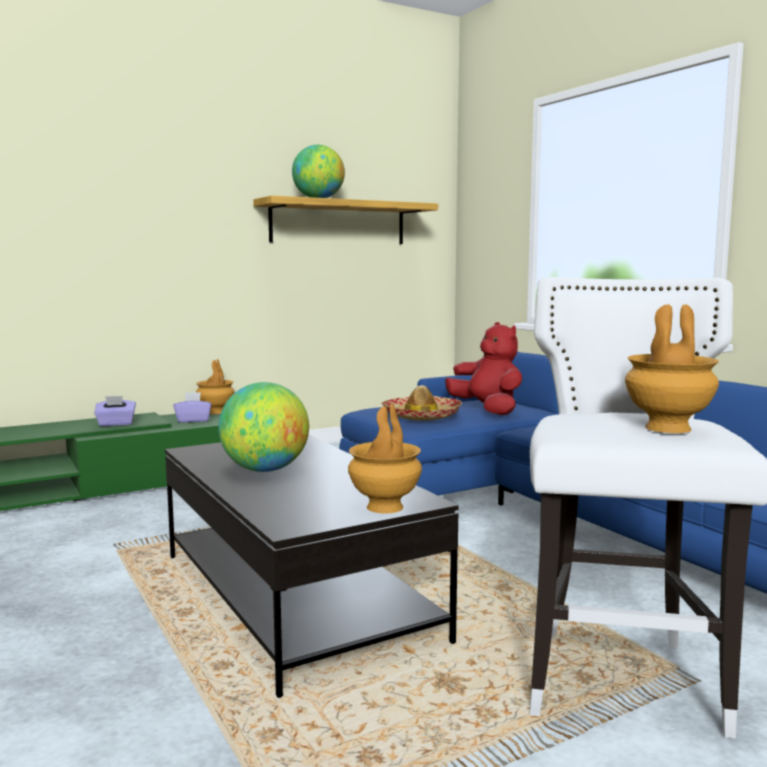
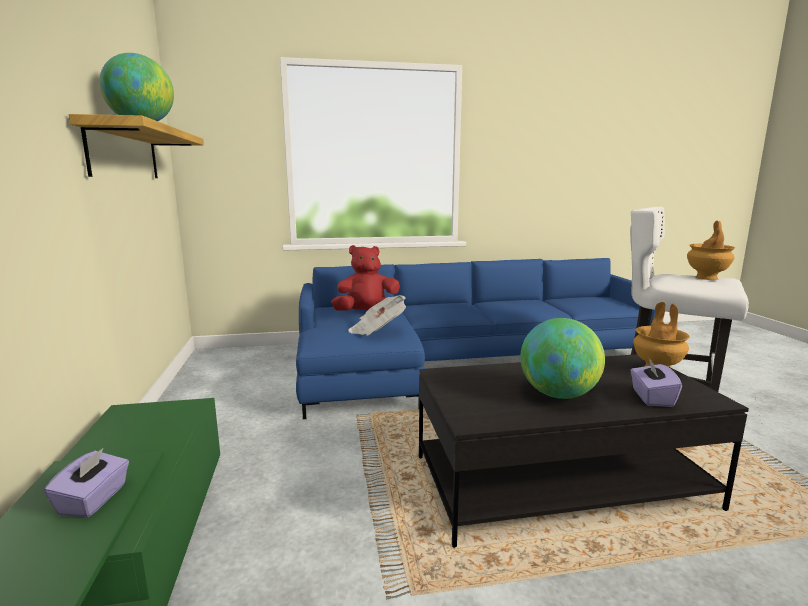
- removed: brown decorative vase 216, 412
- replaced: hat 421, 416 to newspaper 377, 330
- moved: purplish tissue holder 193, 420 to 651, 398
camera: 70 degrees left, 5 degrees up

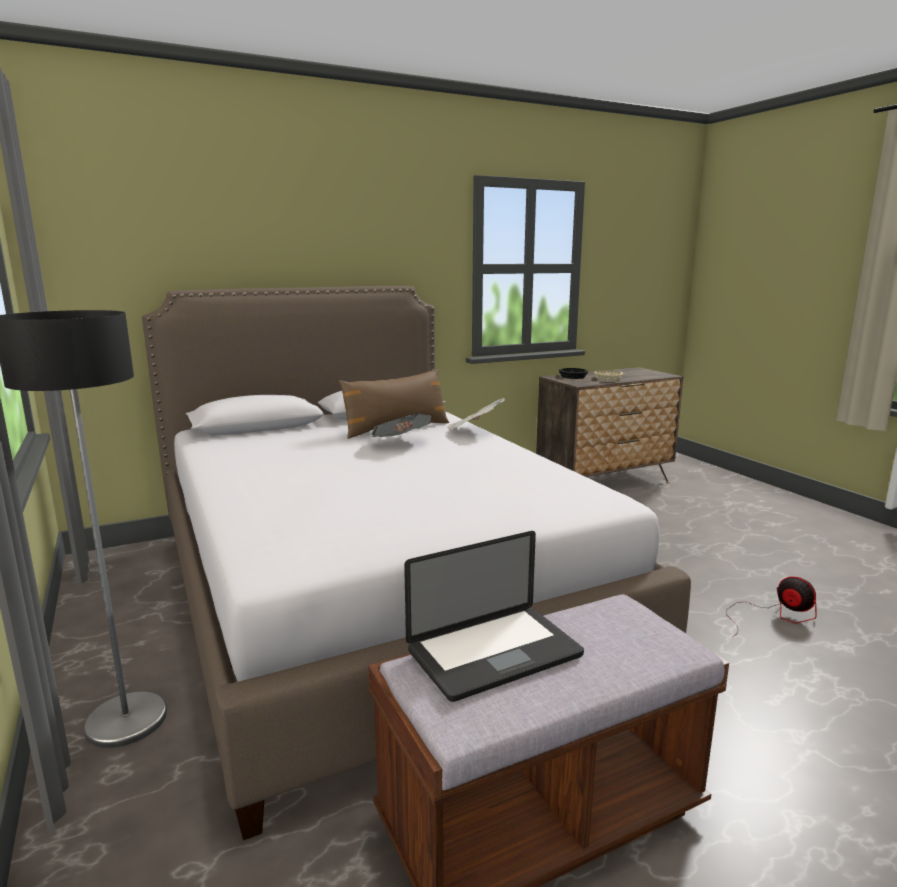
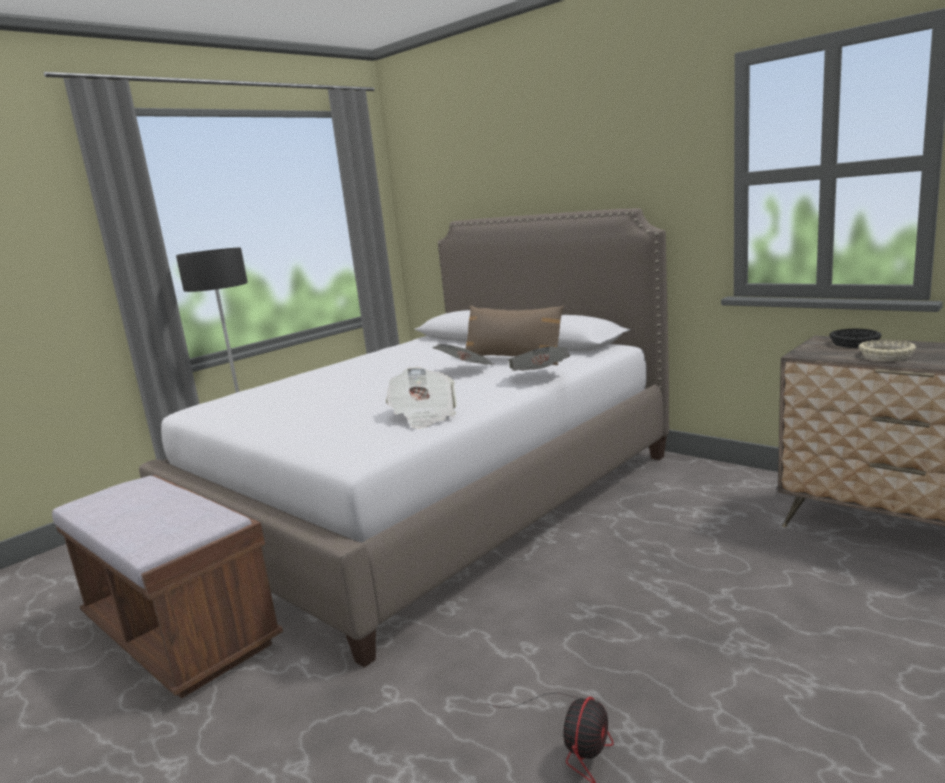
- removed: portable computer 494, 654
- added: newspaper 424, 416
camera: 70 degrees right, 0 degrees up

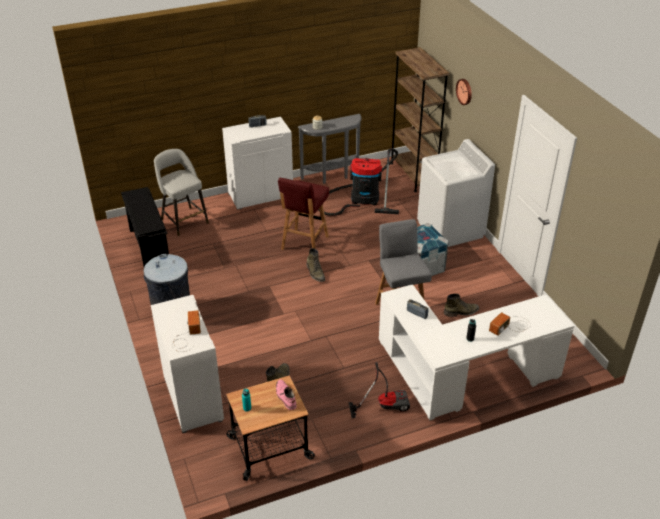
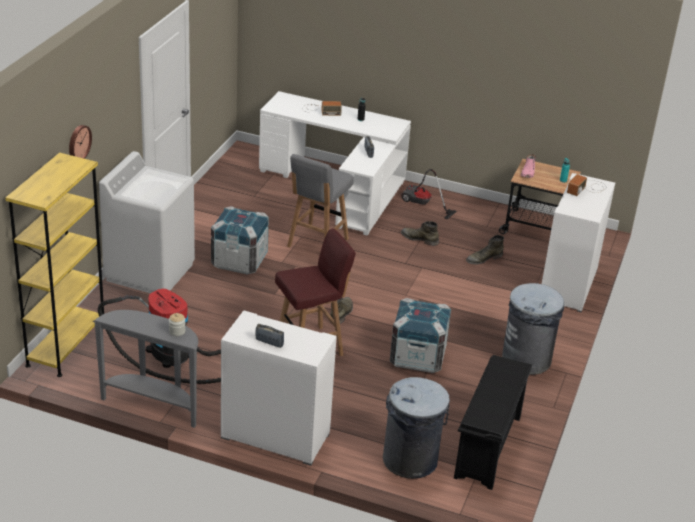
- recoloured: brown bookcase 413, 174 to yellow bookcase 66, 346
- replaced: greyish stool seat 184, 220 to greyish trash can 410, 460
- moved: green high-top boot 461, 312 to 419, 239
- added: packing crate 417, 357
camera: 140 degrees left, 5 degrees down

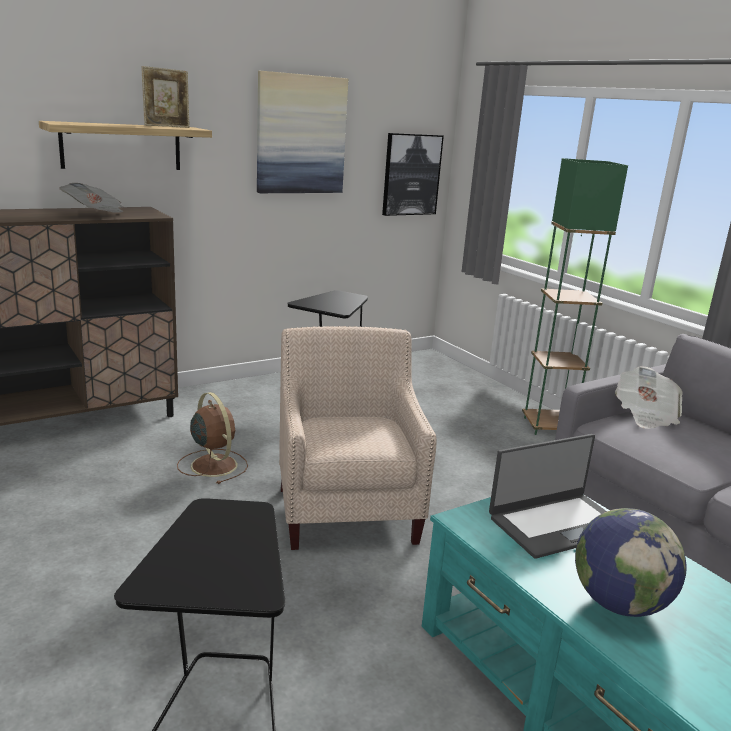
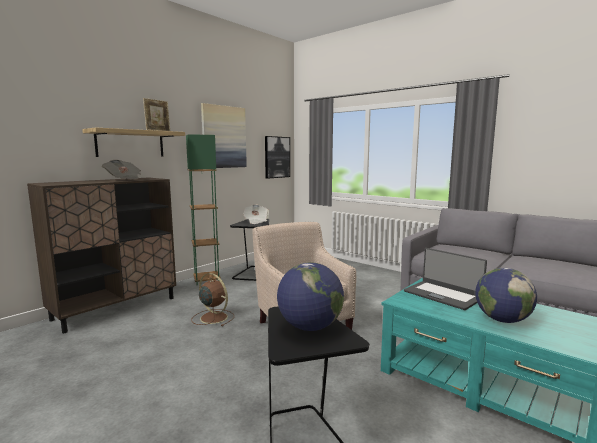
- moved: green standard lamp 548, 426 to 206, 280
- moved: newspaper 645, 415 to 256, 221
- turned: portable computer 557, 524 = 443, 295 90 degrees clockwise
- added: globe 310, 327
camera: 15 degrees left, 10 degrees down

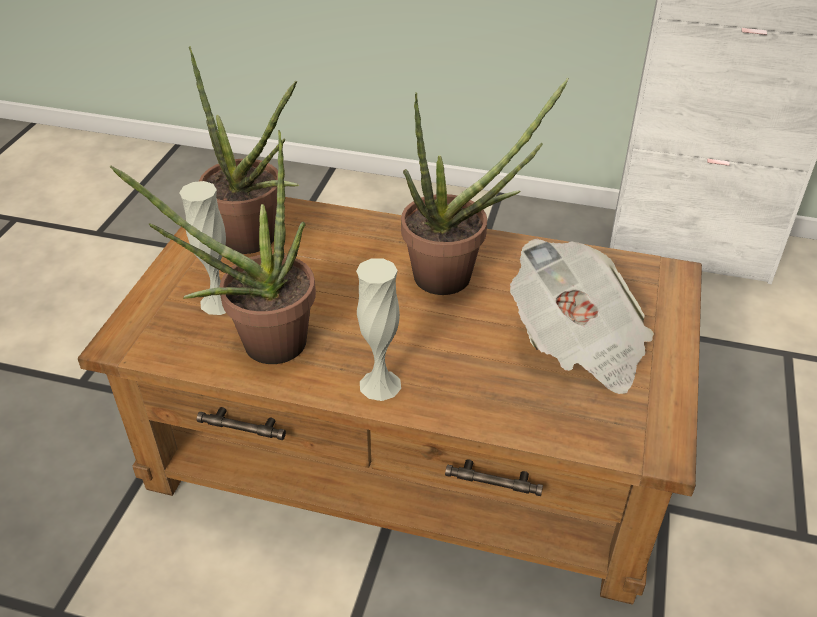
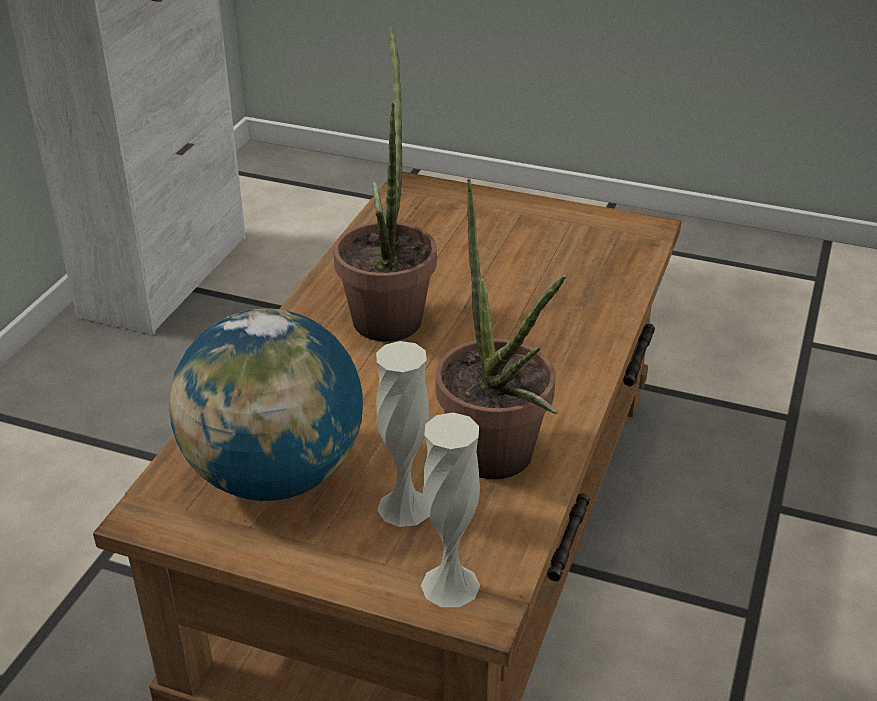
- replaced: houseplant 256, 243 to globe 275, 475
- removed: newspaper 578, 343
- moved: white decorative vase 380, 385 to 450, 585
camera: 85 degrees left, 5 degrees down

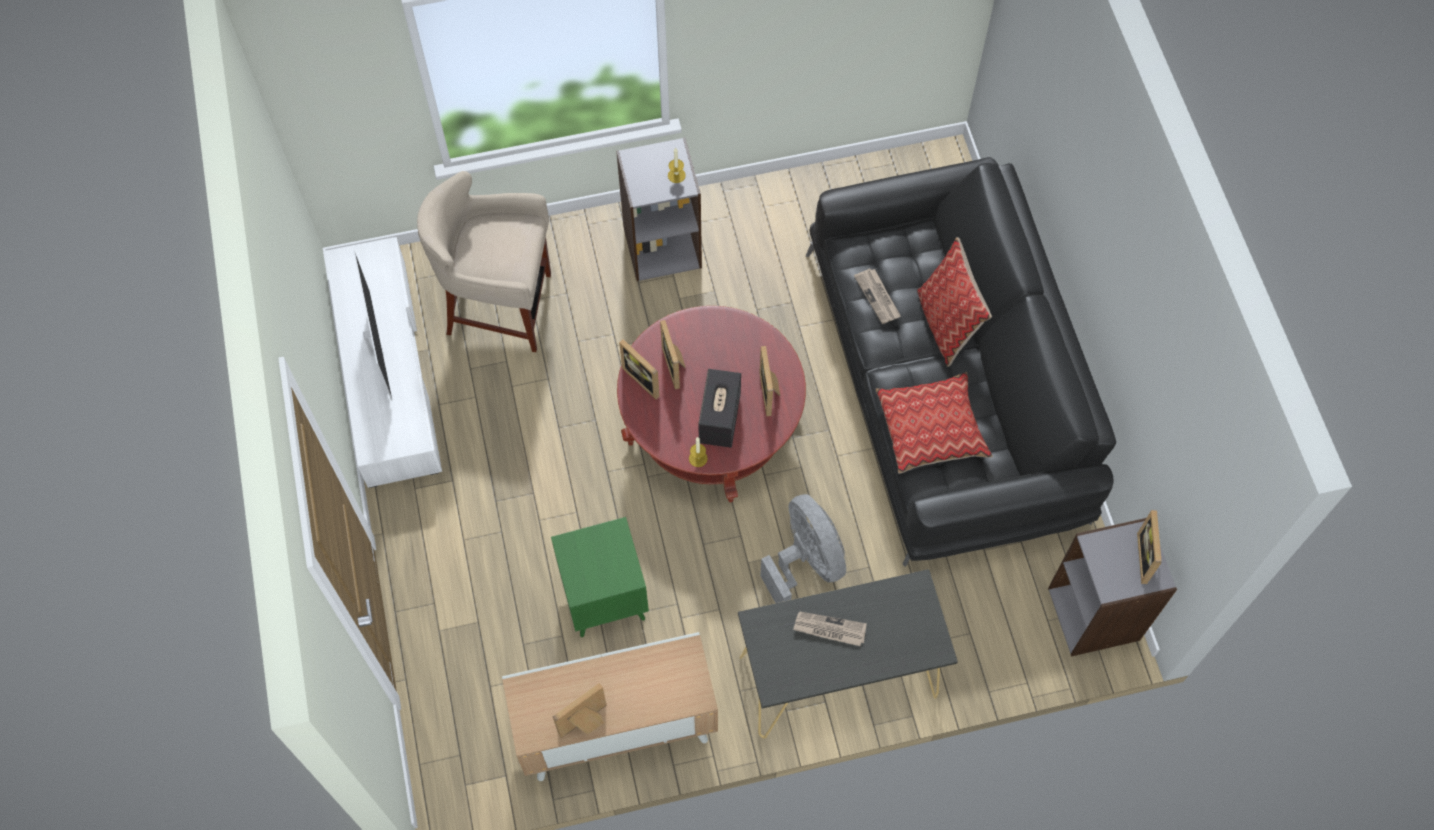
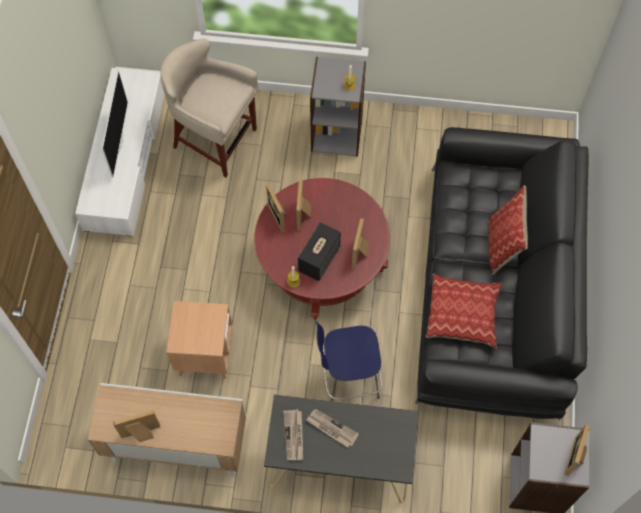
- moved: newspaper 878, 297 to 294, 435
- replaced: greyish cooling fan 805, 563 to blue stool seat 348, 378
- recoloured: green side table 604, 597 to brown side table 205, 355
camera: 20 degrees right, 0 degrees up

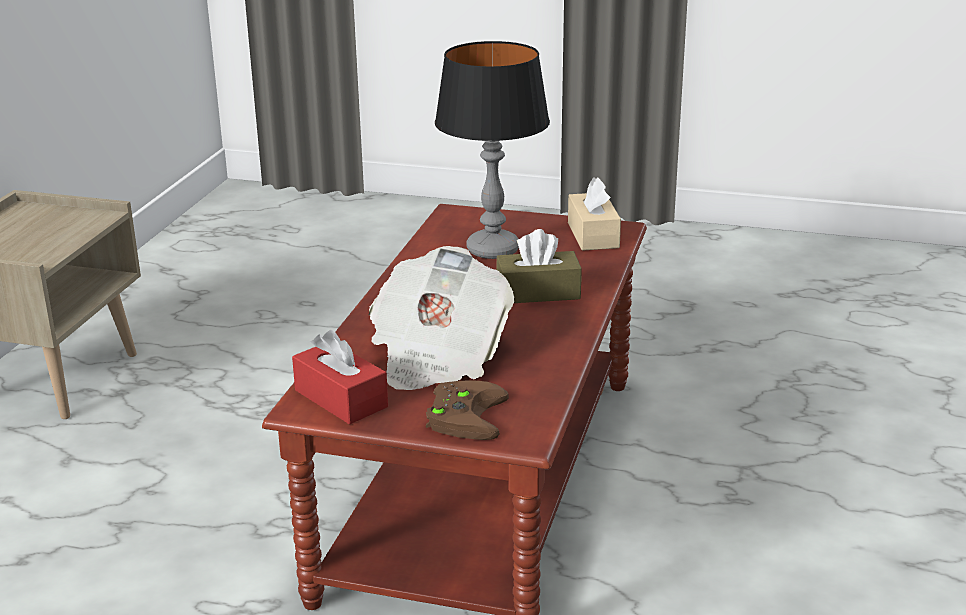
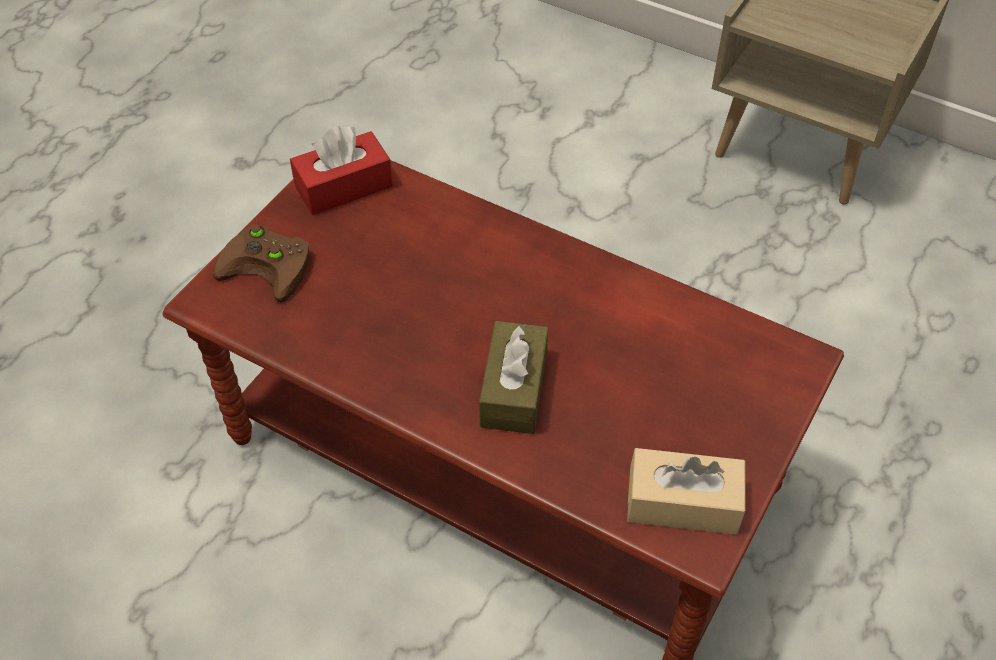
- removed: table lamp 493, 250
- removed: newspaper 437, 355
camera: 105 degrees right, 25 degrees up

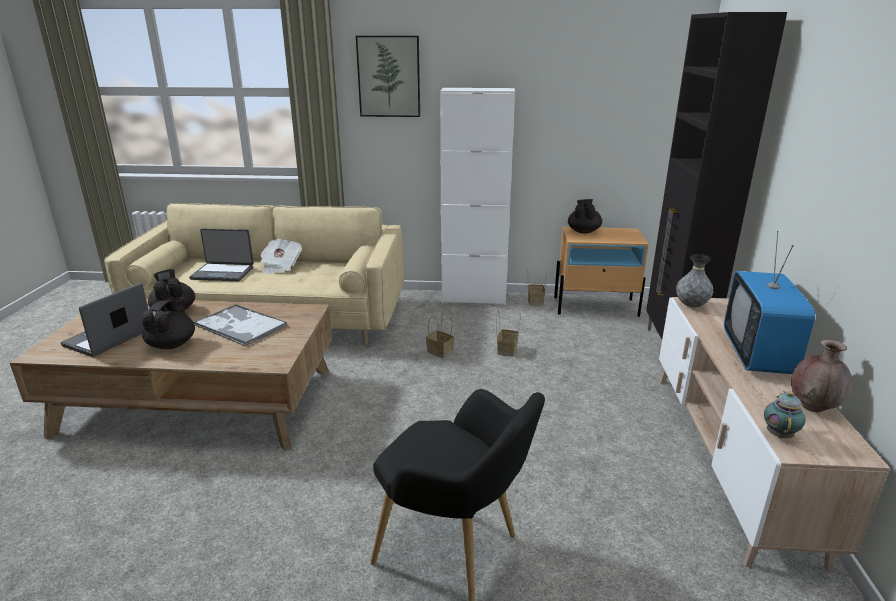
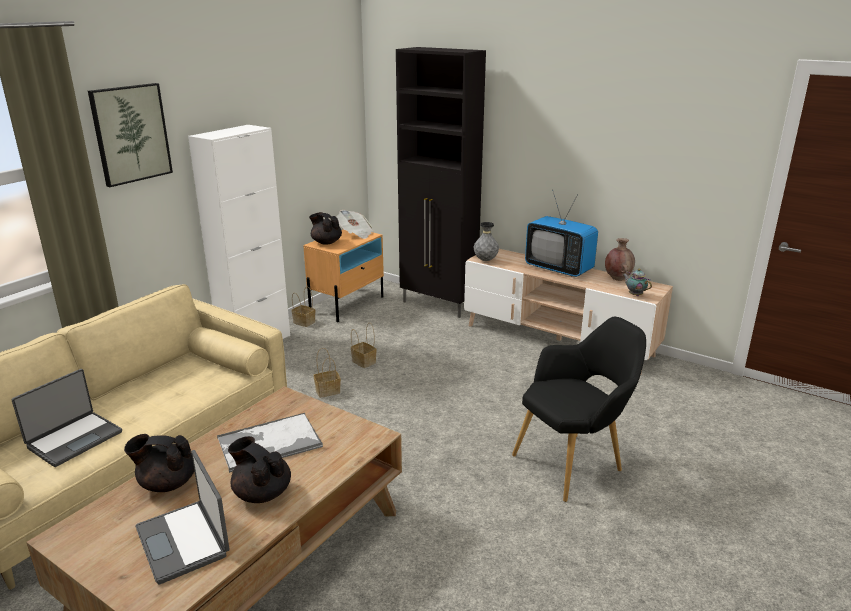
- moved: newspaper 280, 266 to 355, 233
camera: 60 degrees left, 0 degrees up

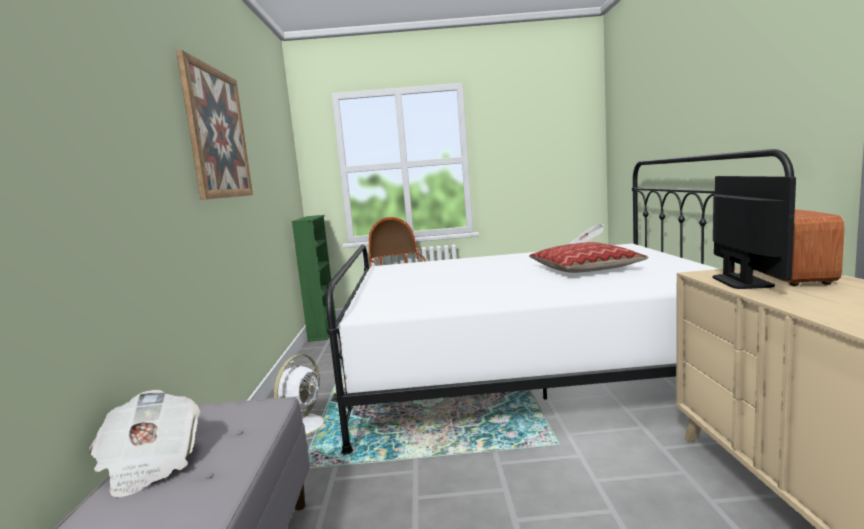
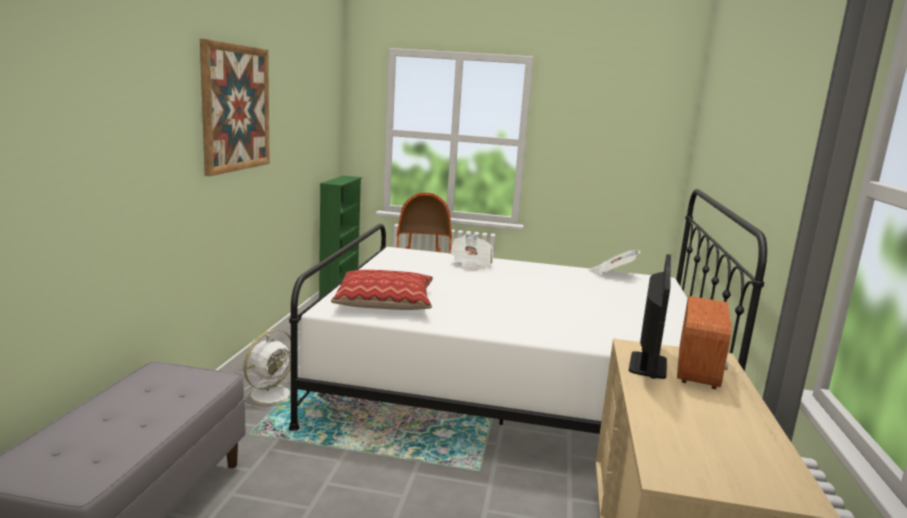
- moved: throw pillow 585, 269 to 385, 302
- moved: newspaper 150, 464 to 471, 265
camera: 10 degrees right, 5 degrees up

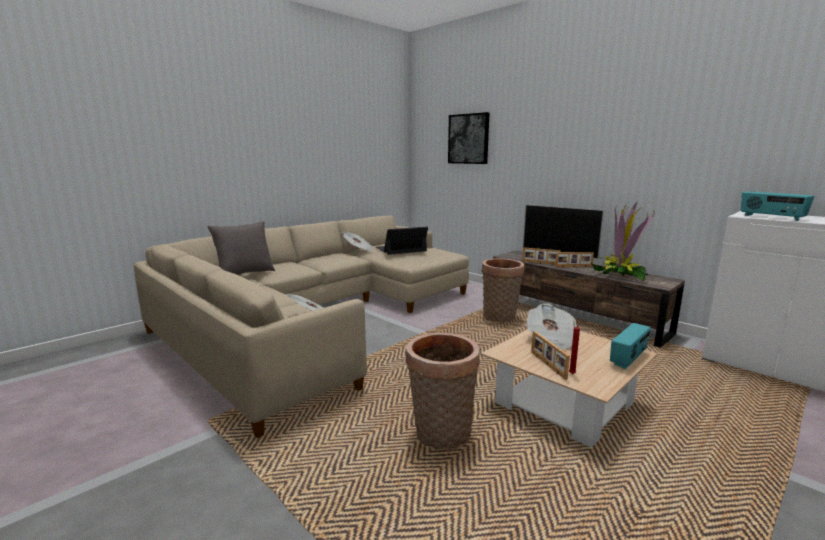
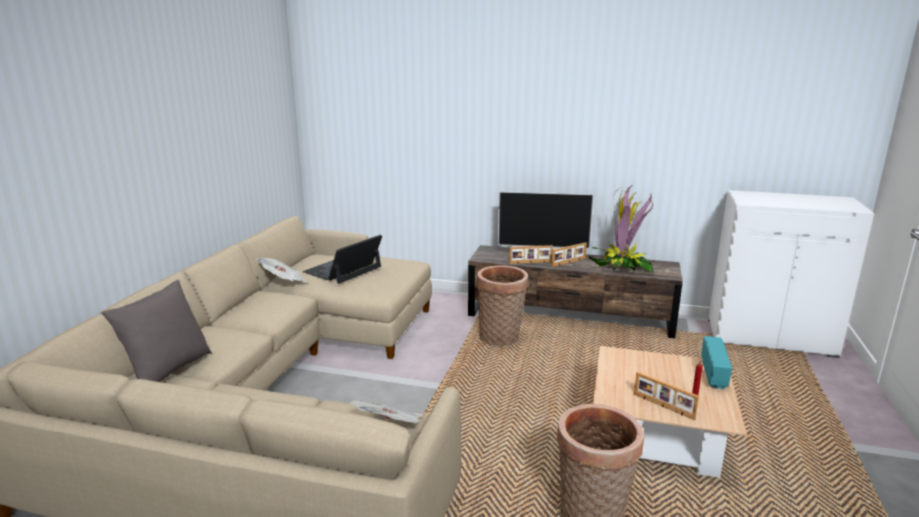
- removed: wall picture 468, 139
- removed: radio 771, 217
- removed: newspaper 551, 341
camera: 30 degrees left, 5 degrees up

